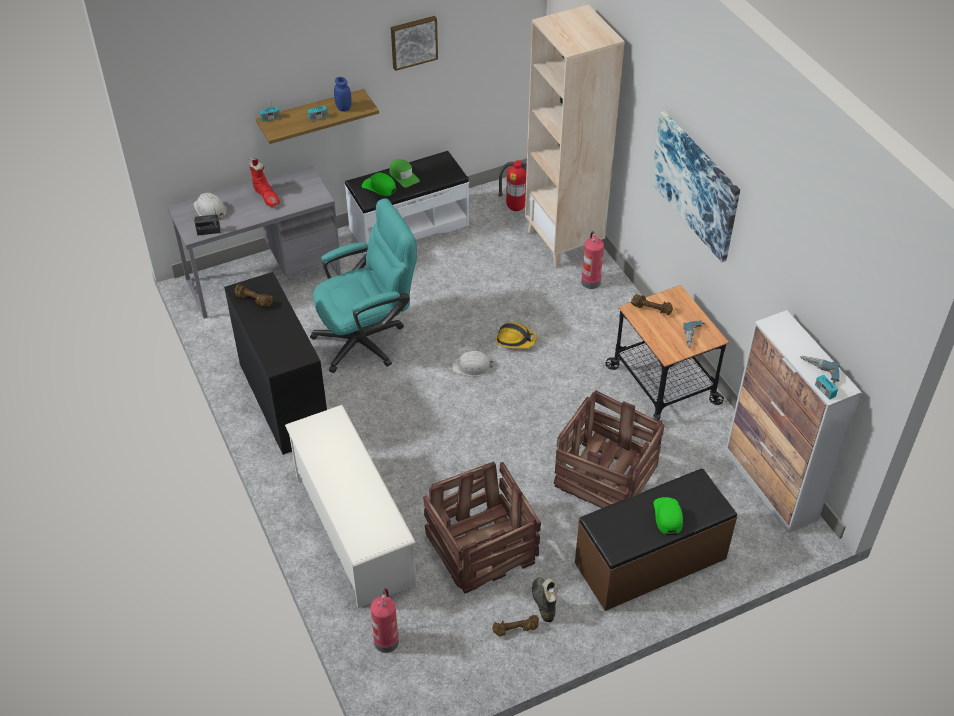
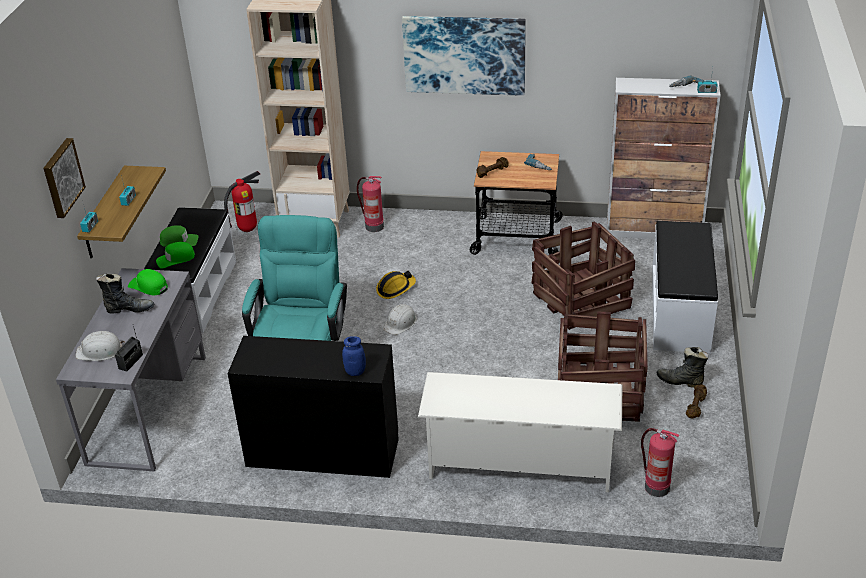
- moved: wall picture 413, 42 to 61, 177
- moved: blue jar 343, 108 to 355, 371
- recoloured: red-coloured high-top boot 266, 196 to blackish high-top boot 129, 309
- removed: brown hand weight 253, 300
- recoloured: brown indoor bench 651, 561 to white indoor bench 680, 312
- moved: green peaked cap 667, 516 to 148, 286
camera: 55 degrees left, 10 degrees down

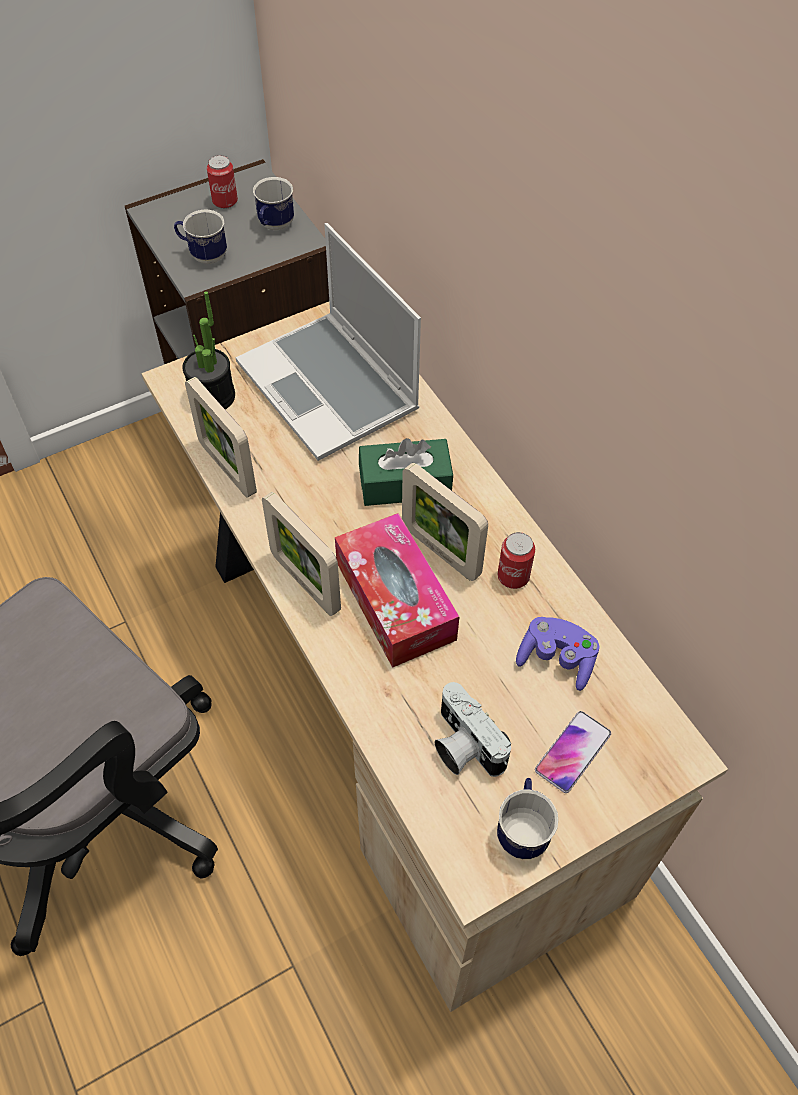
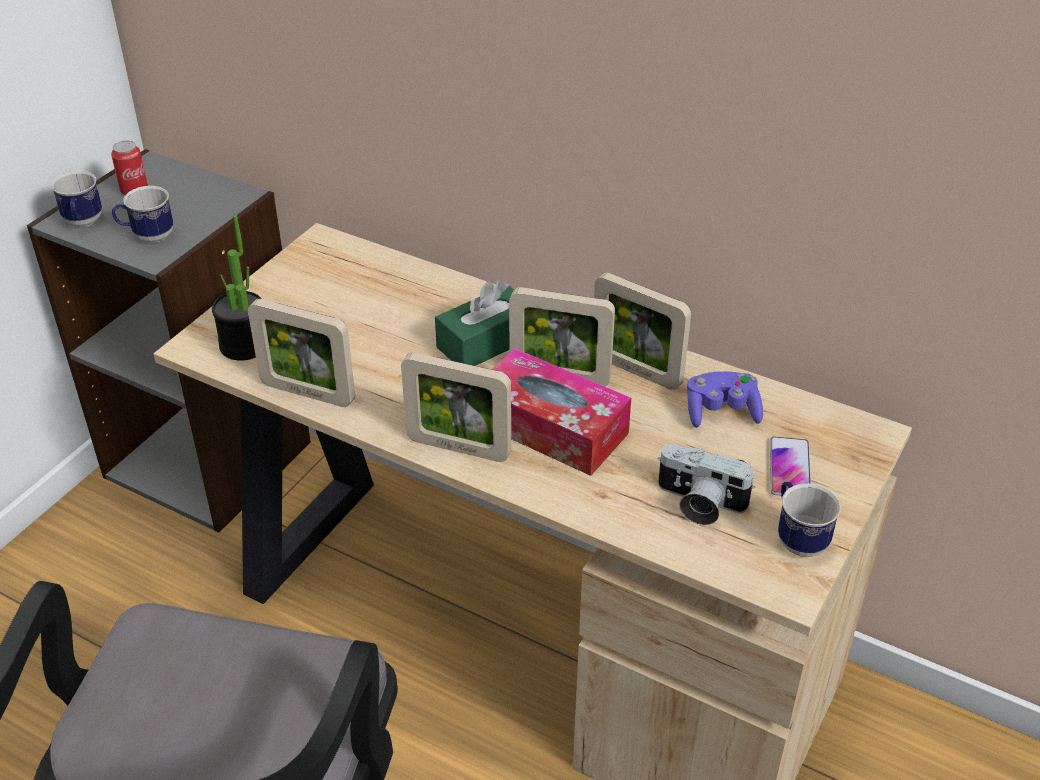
- moved: tea mug 274, 226 to 83, 223
- removed: portable computer 331, 388
- replaced: sealed can 513, 577 to picture frame 636, 371
camera: 30 degrees left, 15 degrees down

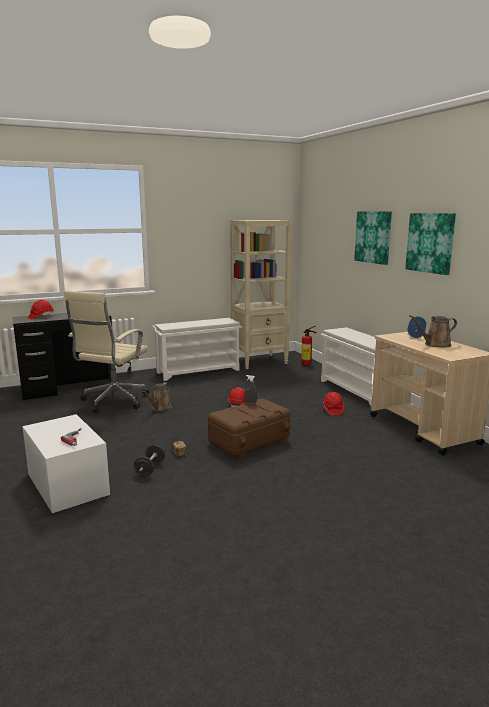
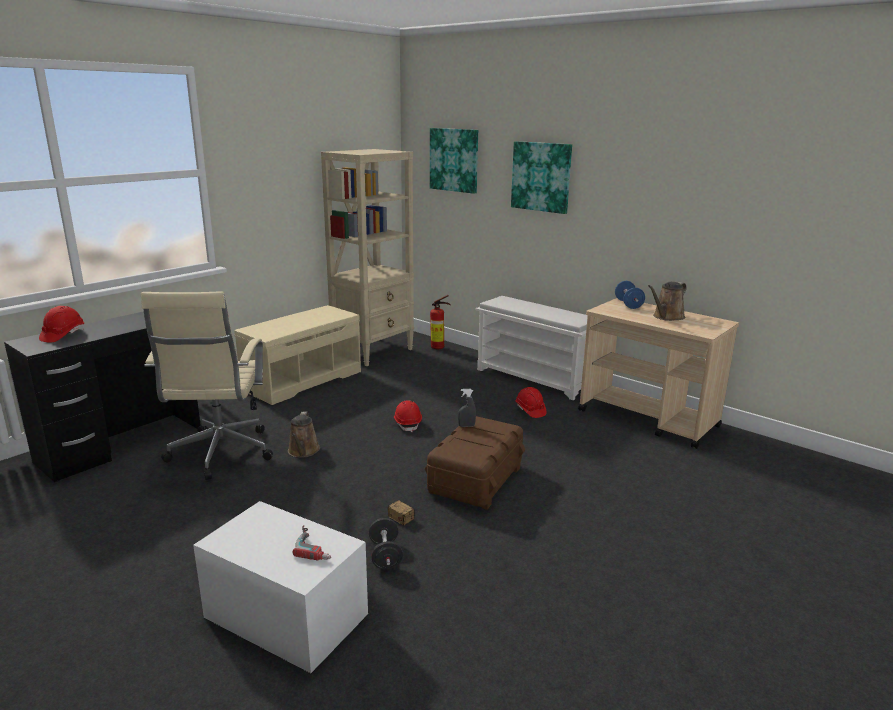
- moved: wall picture 430, 243 to 454, 160
- replaced: white shoe stand 199, 371 to beige indoor bench 303, 380
camera: 25 degrees left, 5 degrees up

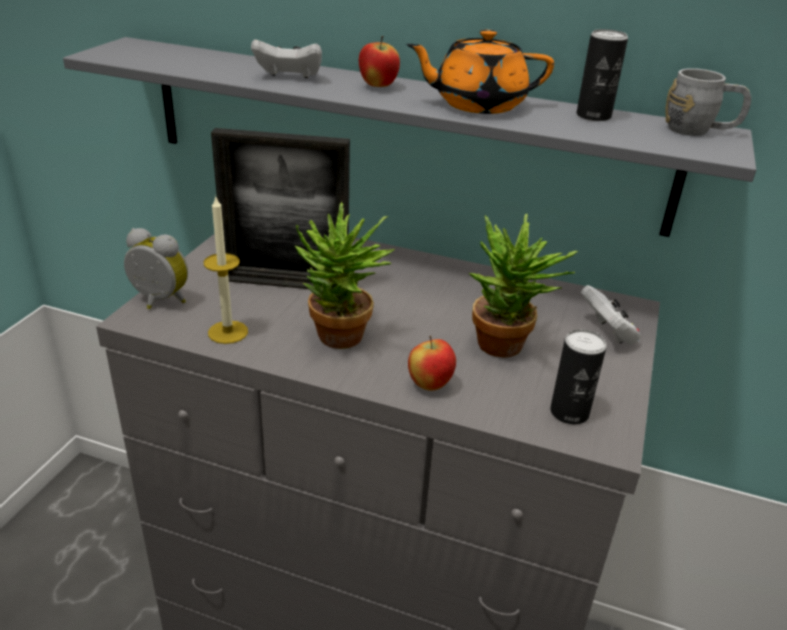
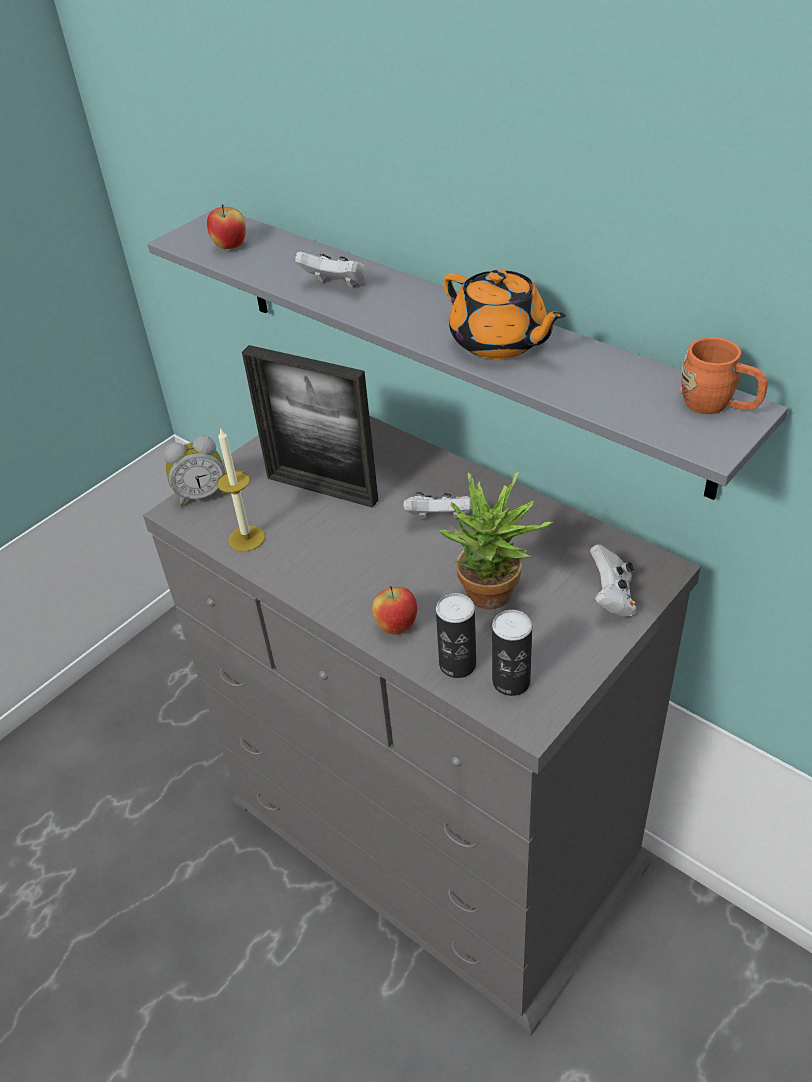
- turned: orange tea pot 477, 104 = 499, 342 150 degrees counterclockwise
- moved: sealed can 593, 116 to 457, 664
- moved: apple fruit 378, 86 to 230, 247
- recoloured: greyish tea mug 699, 131 to orange tea mug 718, 406
- removed: houseplant 340, 342
- turned: bedside clock 158, 302 = 201, 495 120 degrees clockwise
- added: white joypad 440, 519
camera: 25 degrees right, 10 degrees up

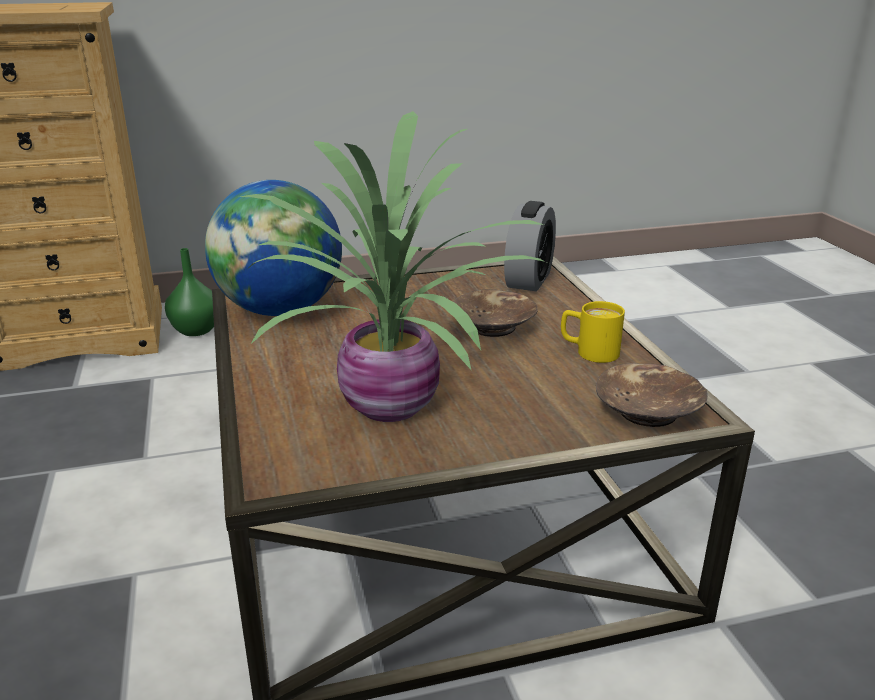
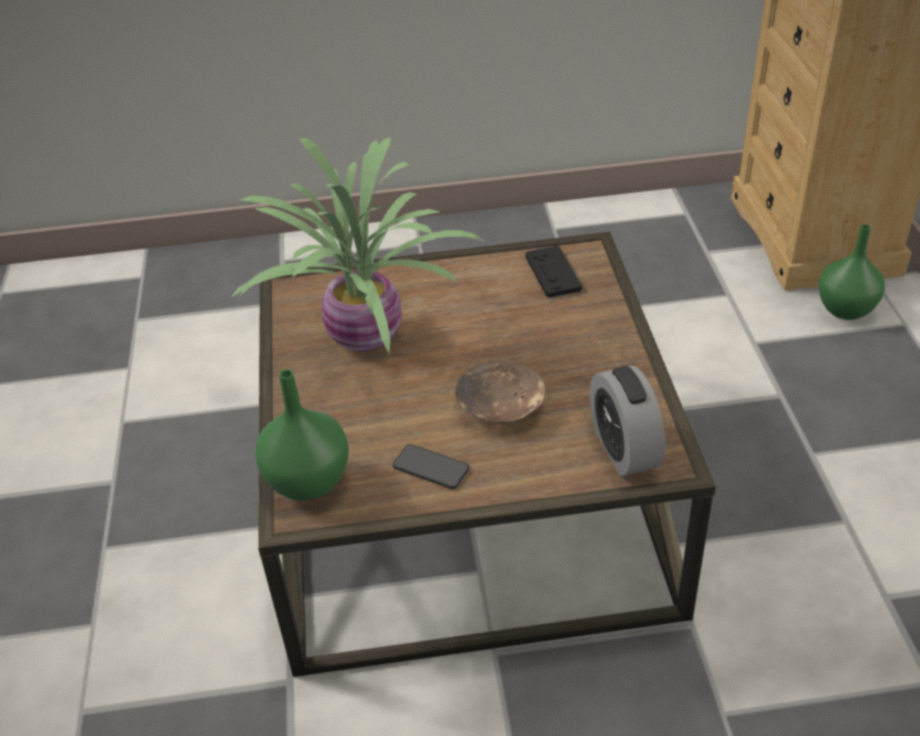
- replaced: globe 280, 310 to blackish joypad 553, 273
- turned: bedside clock 529, 280 = 624, 449 45 degrees clockwise
- replaced: yellow tea mug 588, 352 to handset 431, 468
- replaced: brown bowl 649, 411 to green decorative vase 309, 483
camera: 100 degrees right, 15 degrees up

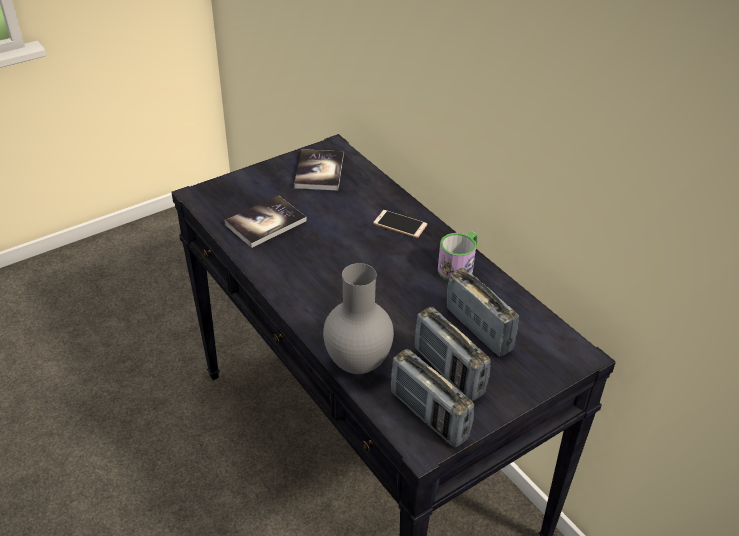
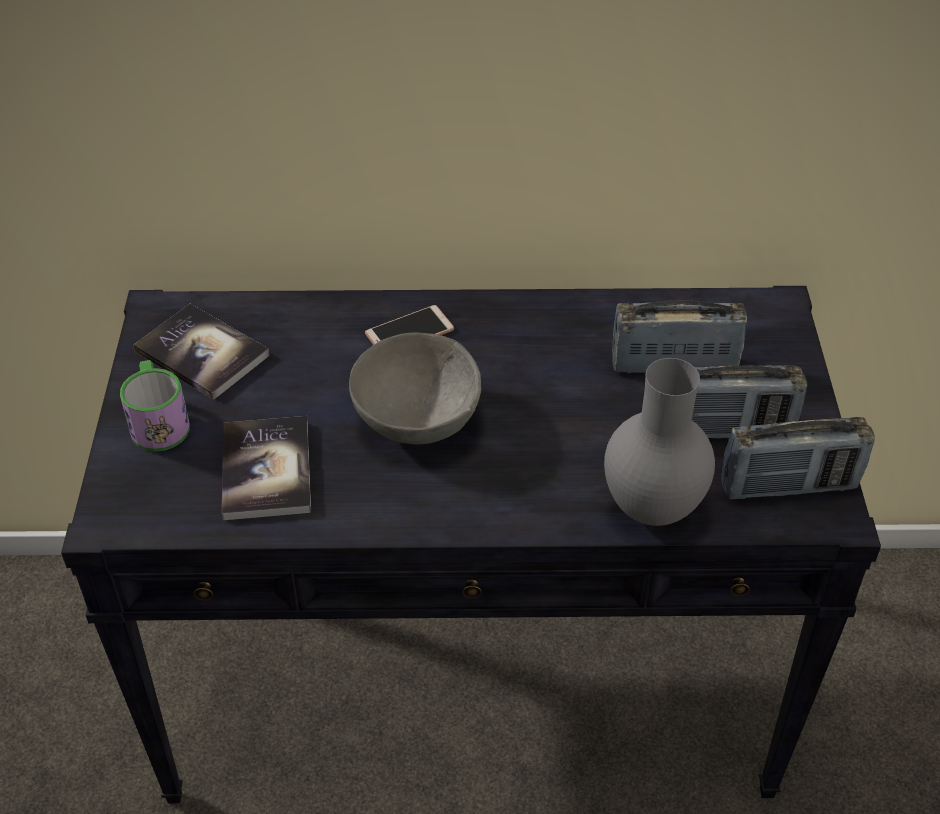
- moved: tea mug 459, 267 to 158, 421
- added: greyish bowl 417, 418
camera: 55 degrees left, 5 degrees up

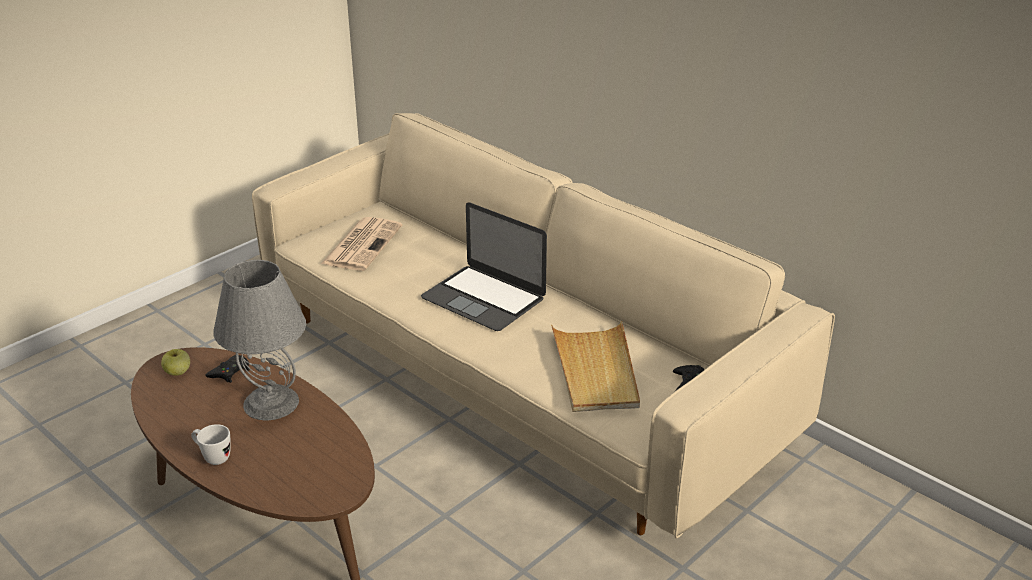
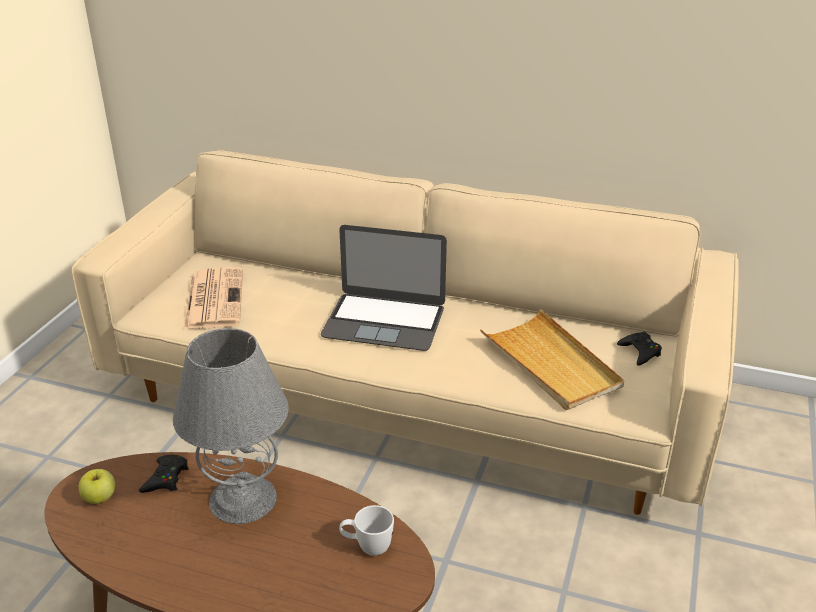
- moved: white tea mug 212, 457 to 367, 547
camera: 25 degrees left, 0 degrees up

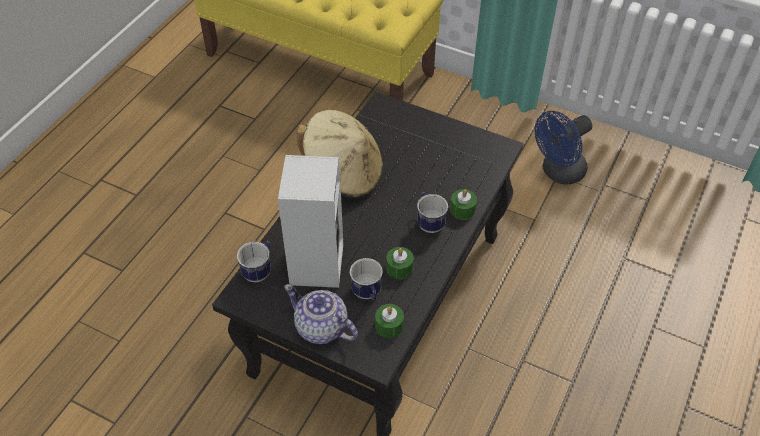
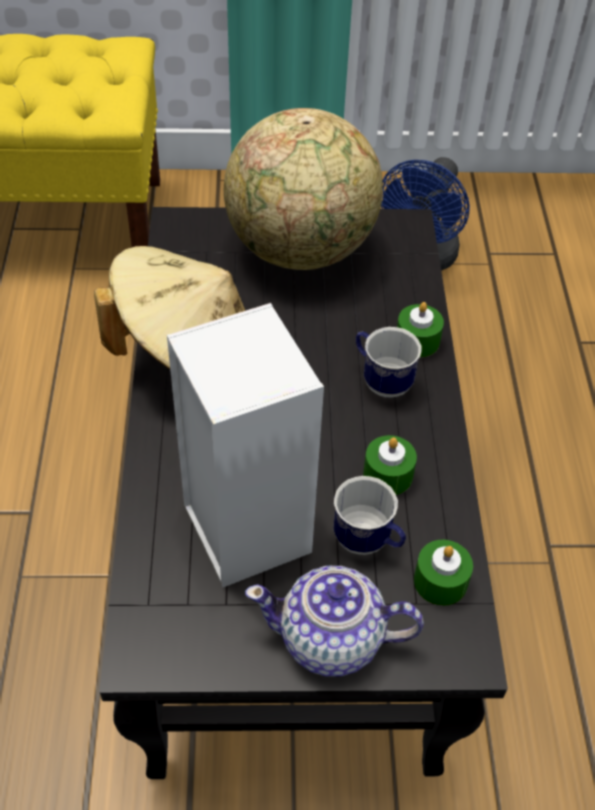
- removed: tea mug 259, 270
- added: globe 301, 250
camera: 30 degrees left, 0 degrees up

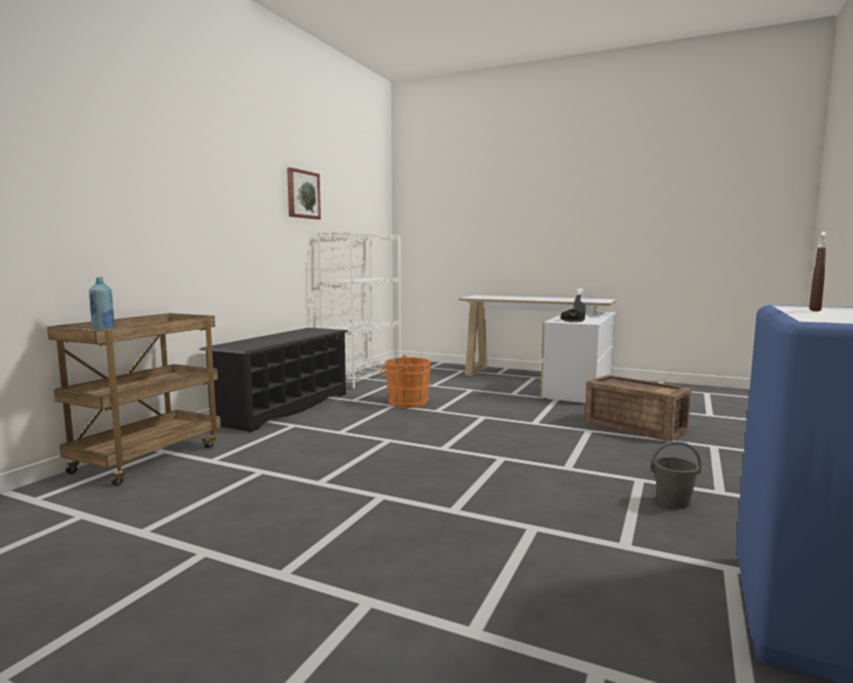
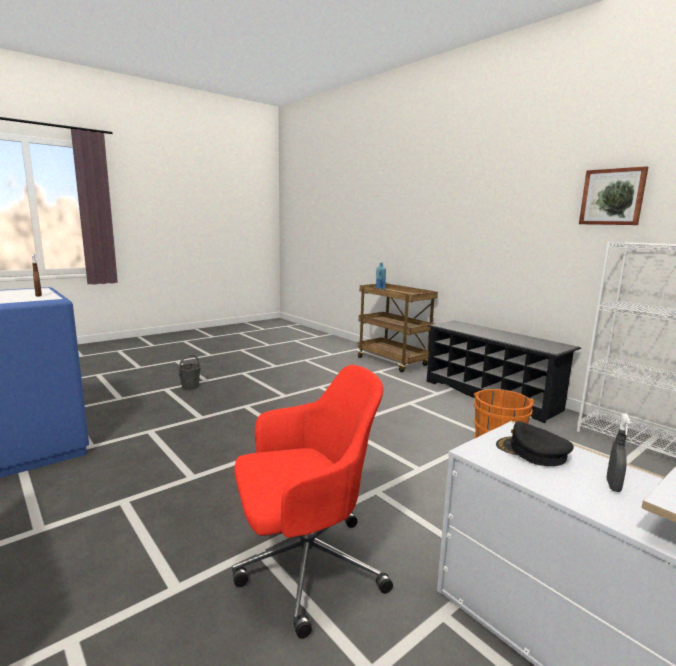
- replaced: packing crate 634, 426 to red-coloured desk chair 304, 565
- moved: greyish pail 672, 502 to 190, 387
camera: 115 degrees right, 5 degrees up

